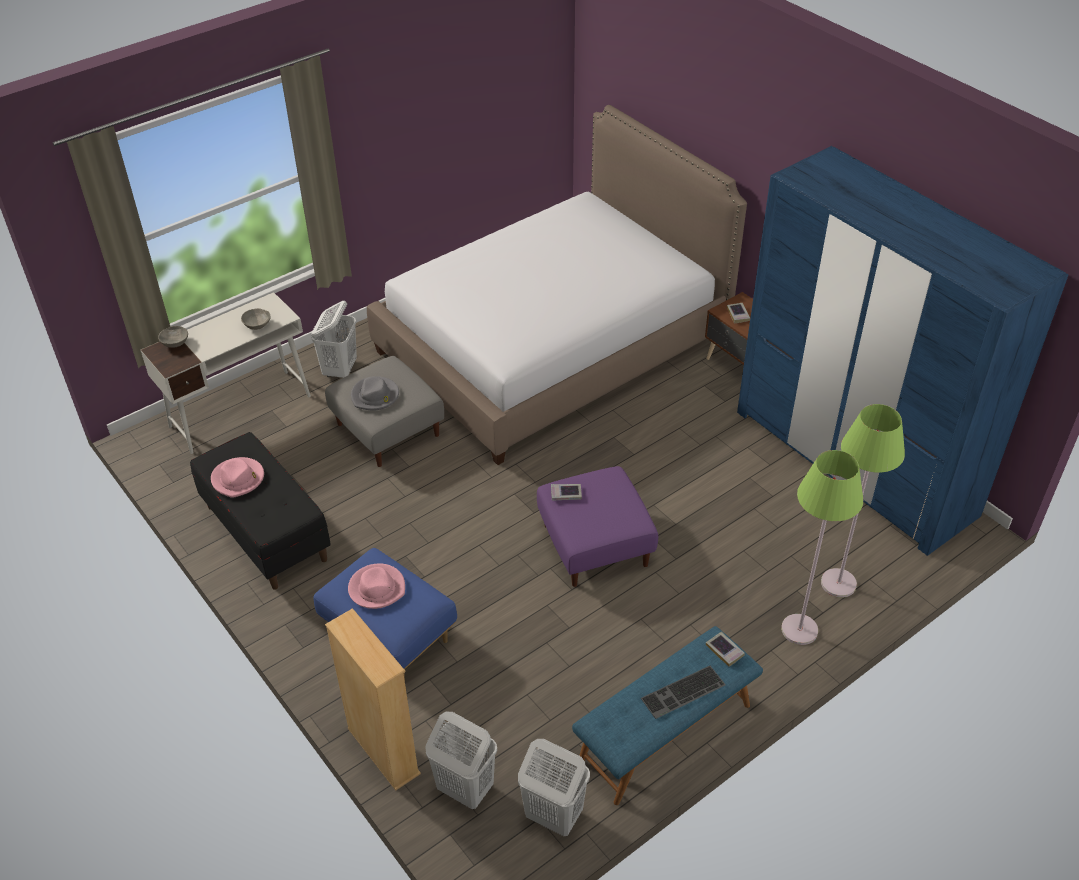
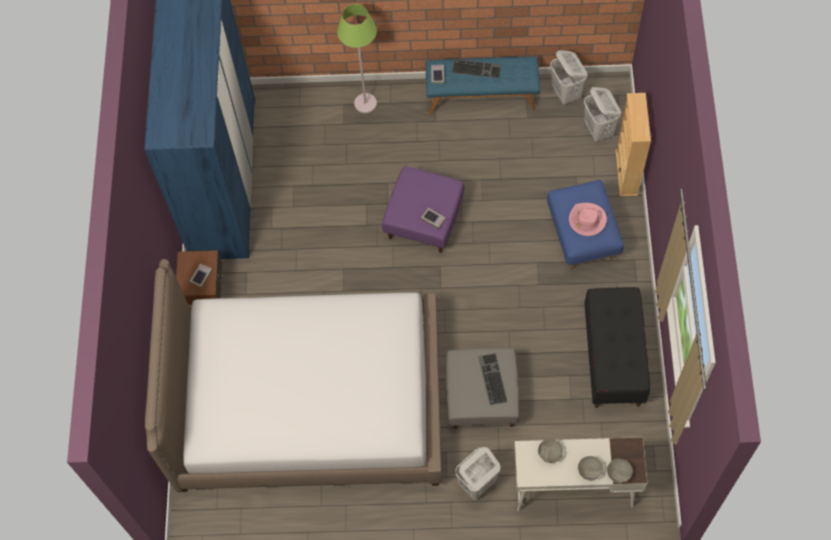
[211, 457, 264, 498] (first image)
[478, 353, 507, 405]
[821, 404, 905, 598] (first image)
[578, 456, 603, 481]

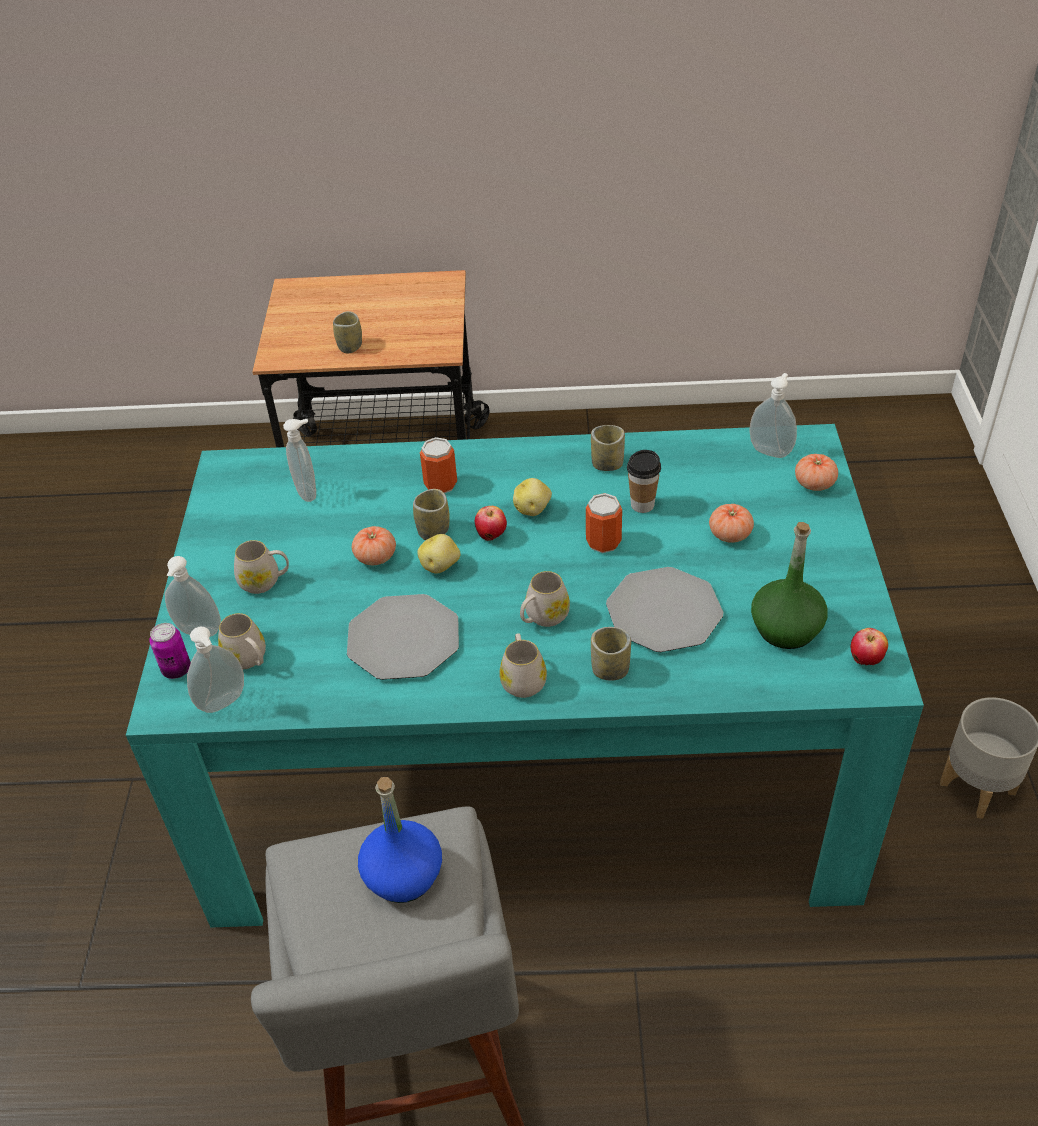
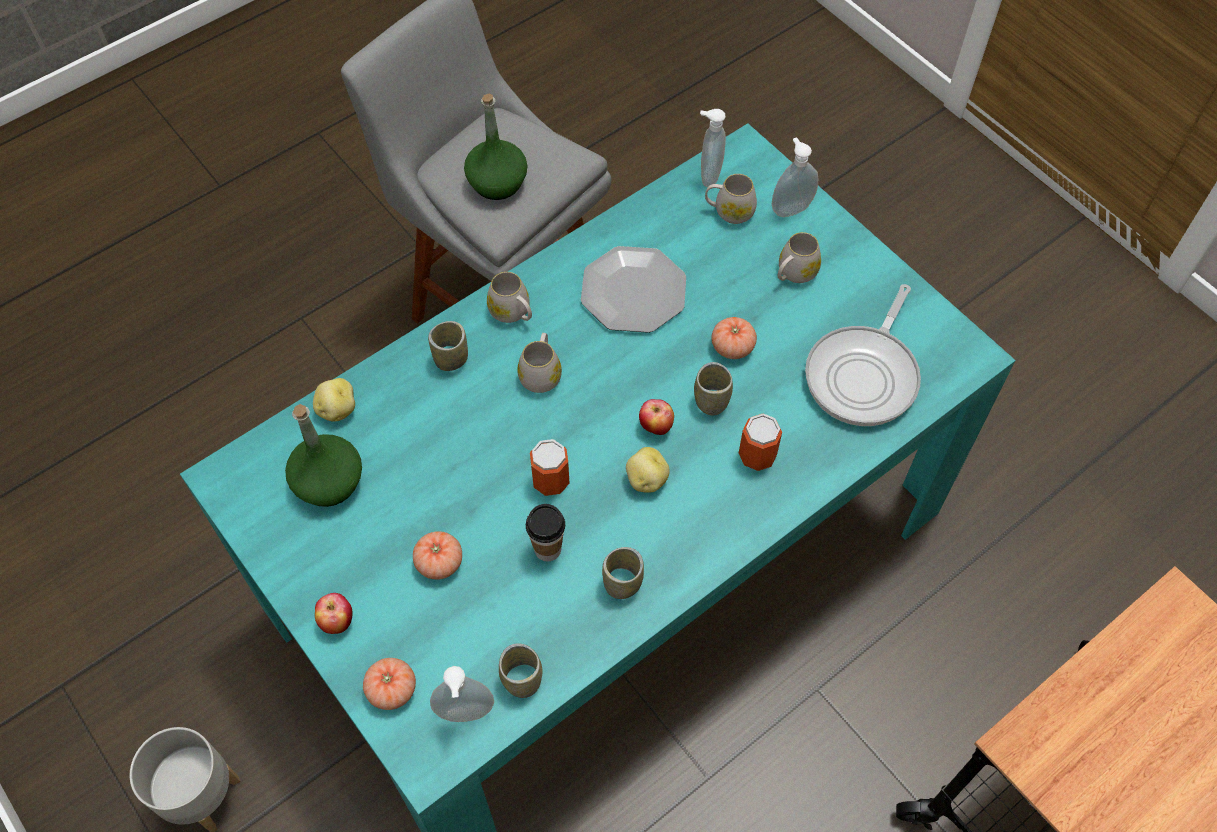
[149, 623, 191, 679] (first image)
[805, 284, 921, 426]
[499, 643, 542, 698]
[464, 94, 527, 200]
[313, 378, 355, 422]
[606, 567, 723, 652] (first image)
[315, 593, 352, 634]

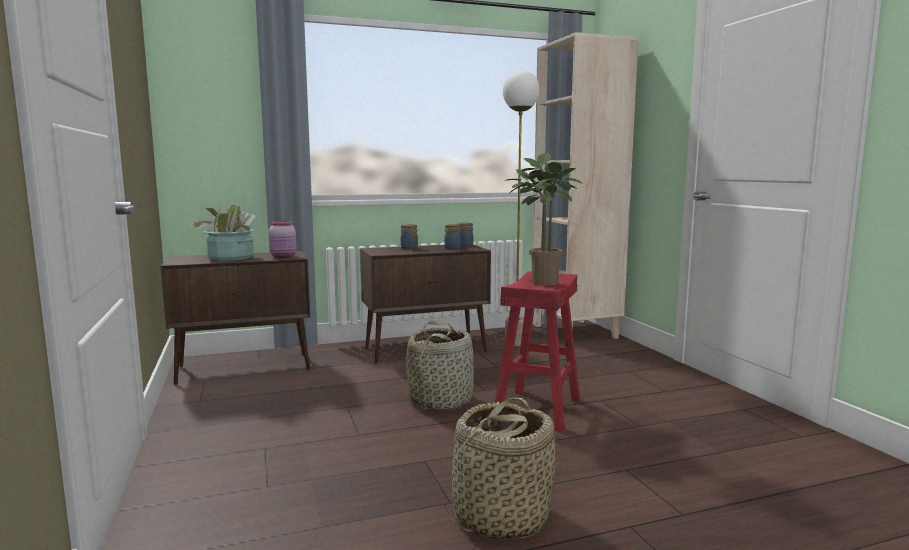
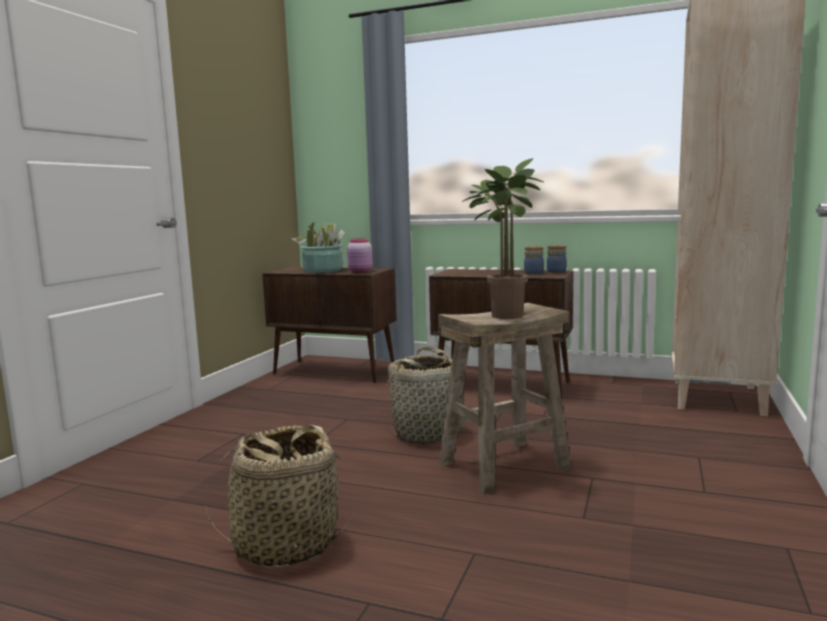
[400, 224, 418, 249] (first image)
[438, 303, 572, 495]
[503, 70, 540, 346] (first image)

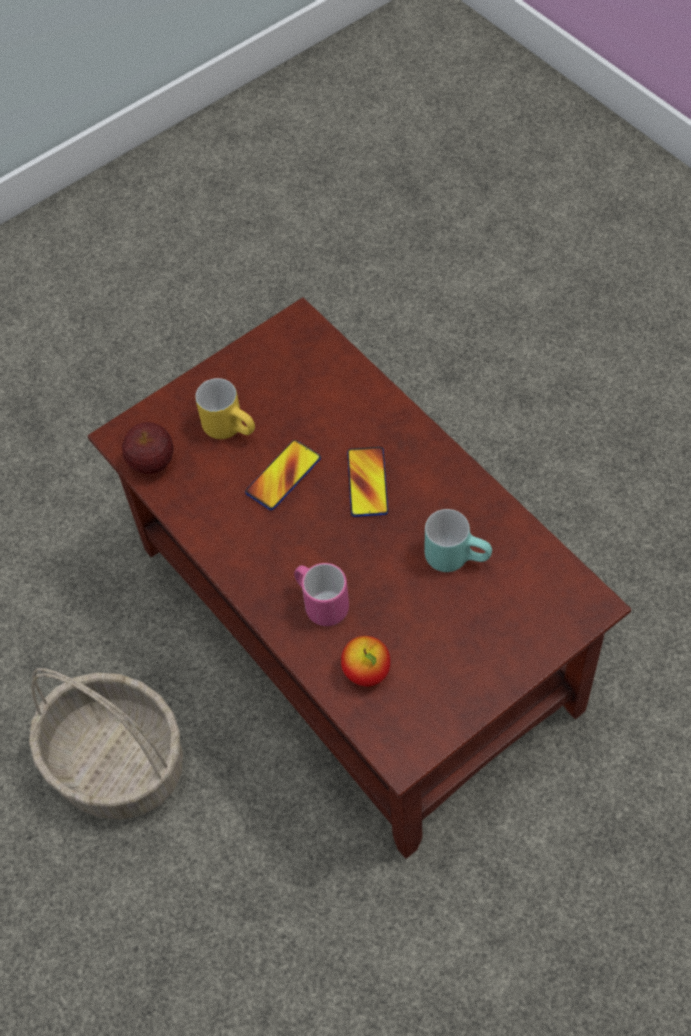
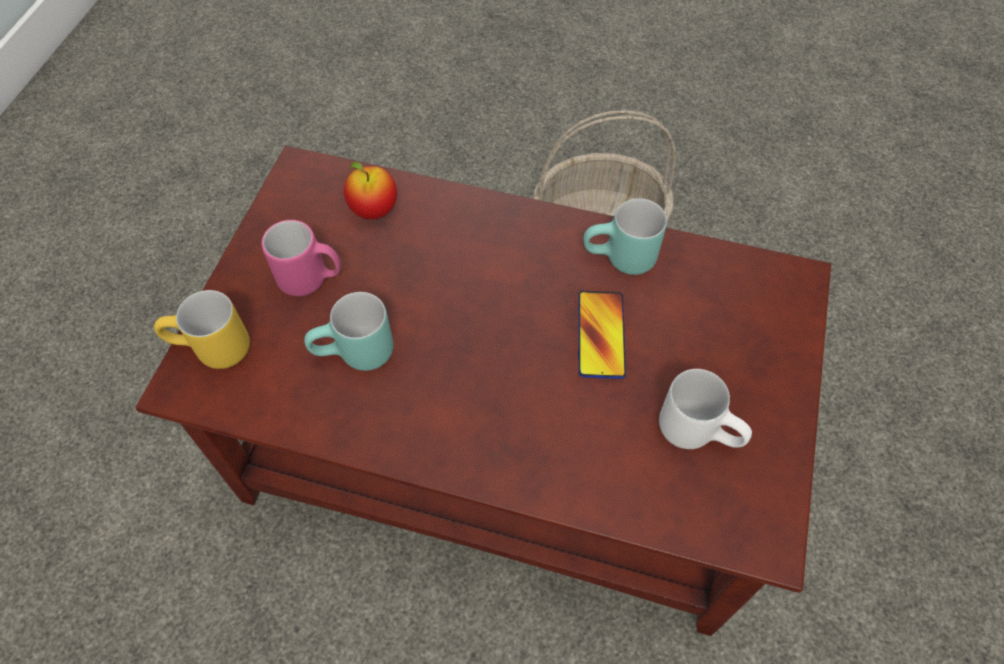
[122, 422, 173, 474] (first image)
[154, 290, 250, 369]
[261, 220, 341, 296]
[347, 447, 388, 517] (first image)
[583, 198, 667, 275]
[659, 369, 752, 449]

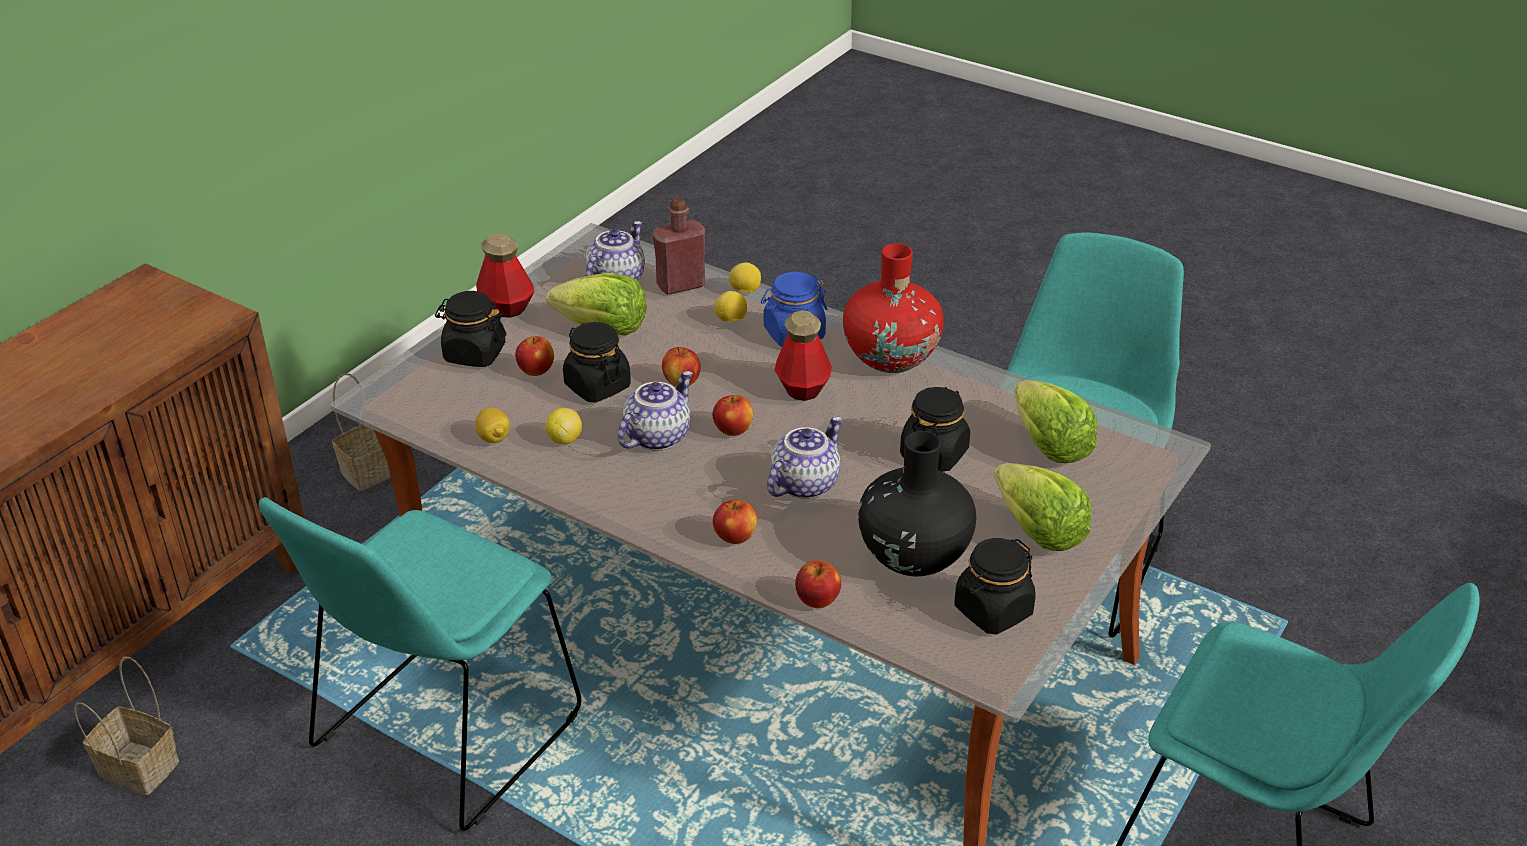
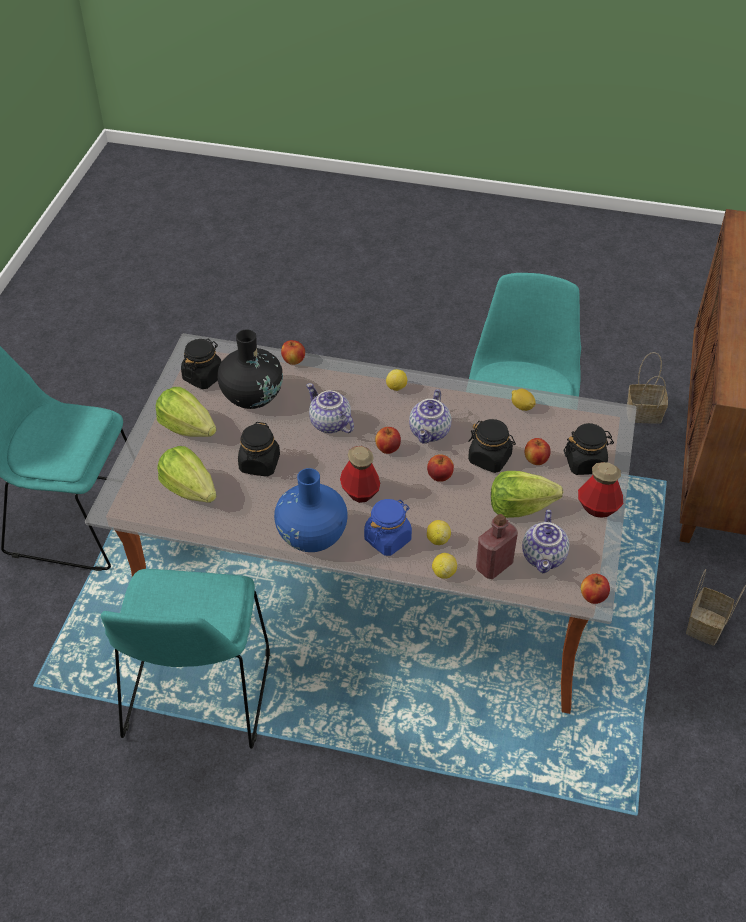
[386, 369, 407, 391]
[581, 574, 610, 604]
[306, 383, 354, 433]
[274, 468, 347, 552]

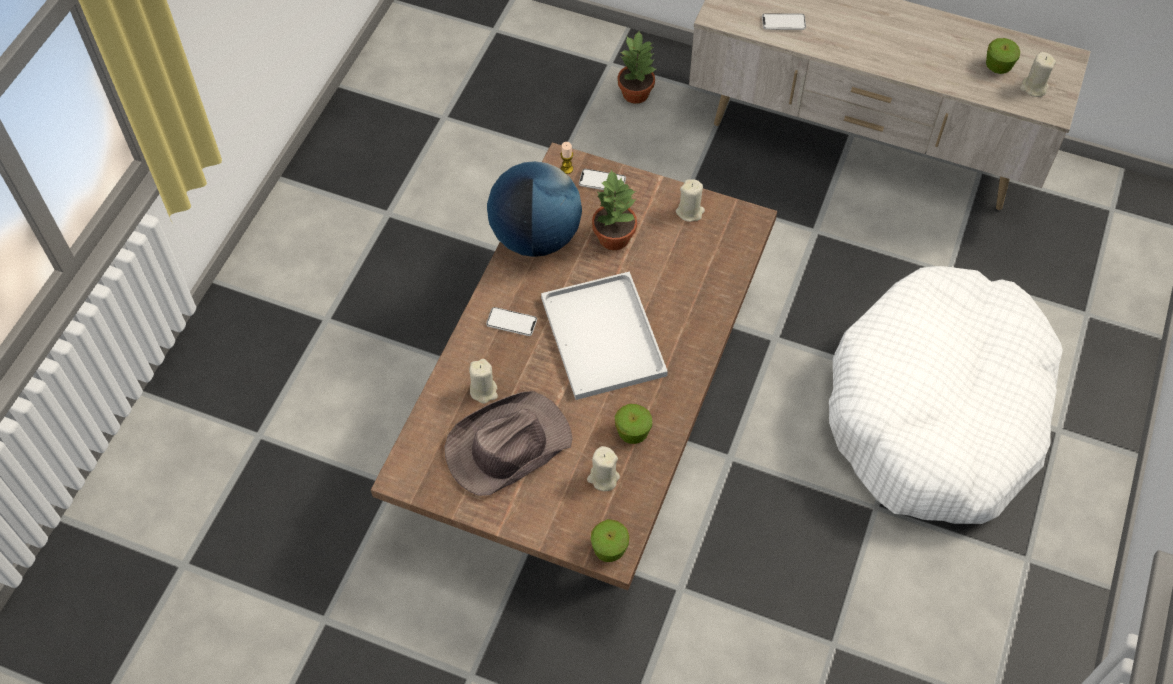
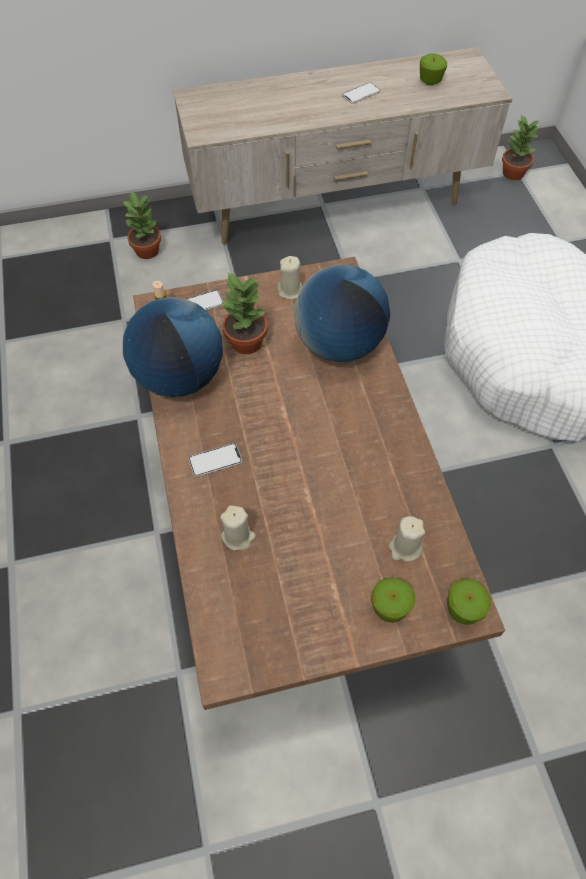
[445, 391, 573, 496] (first image)
[541, 271, 668, 400] (first image)
[371, 578, 415, 623]
[342, 82, 381, 104]
[1020, 52, 1056, 97] (first image)
[294, 265, 390, 362]
[502, 114, 540, 180]

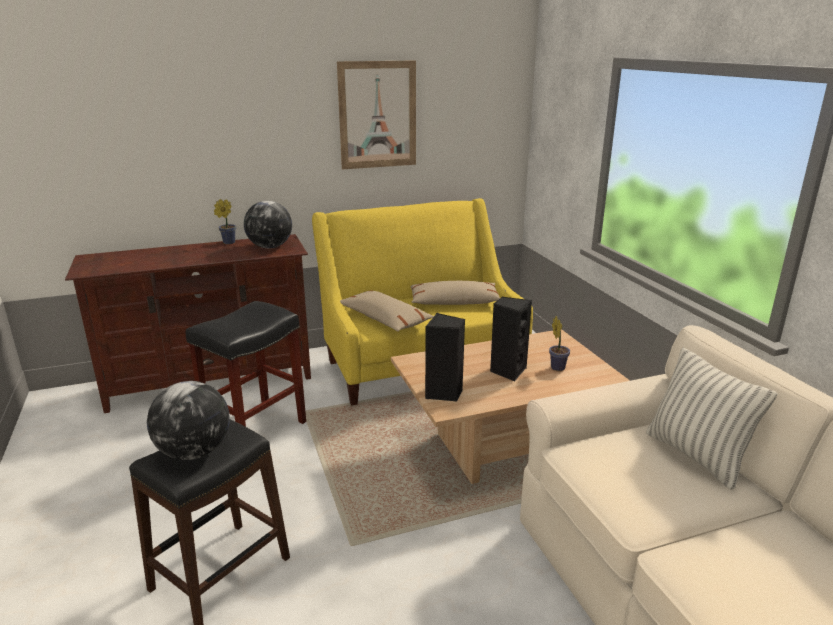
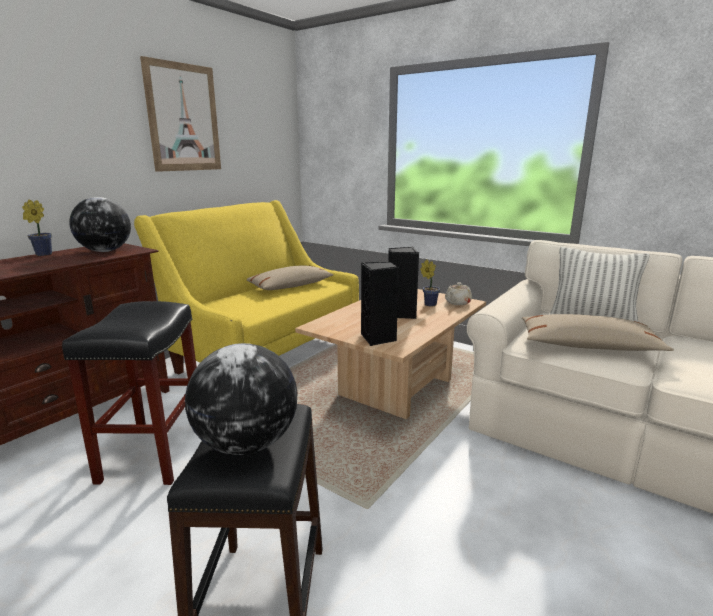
[522, 314, 674, 351]
[445, 282, 472, 305]

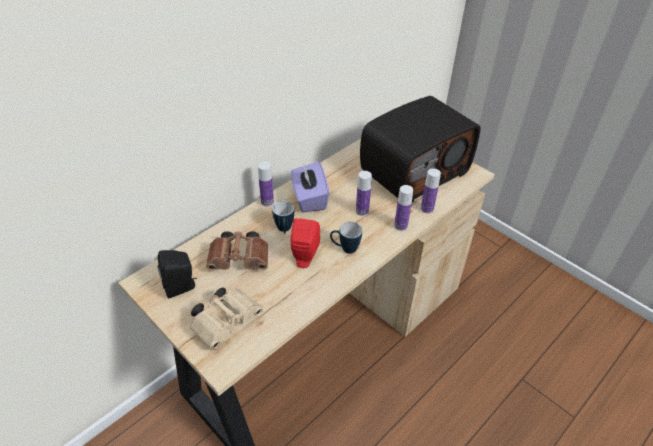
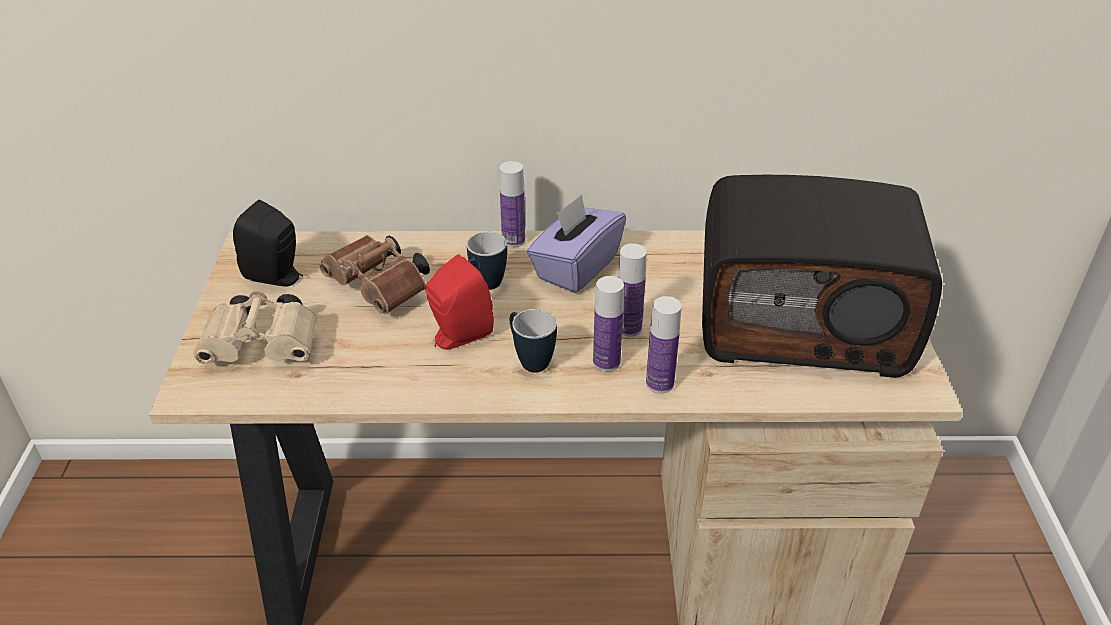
[593, 276, 624, 372]

